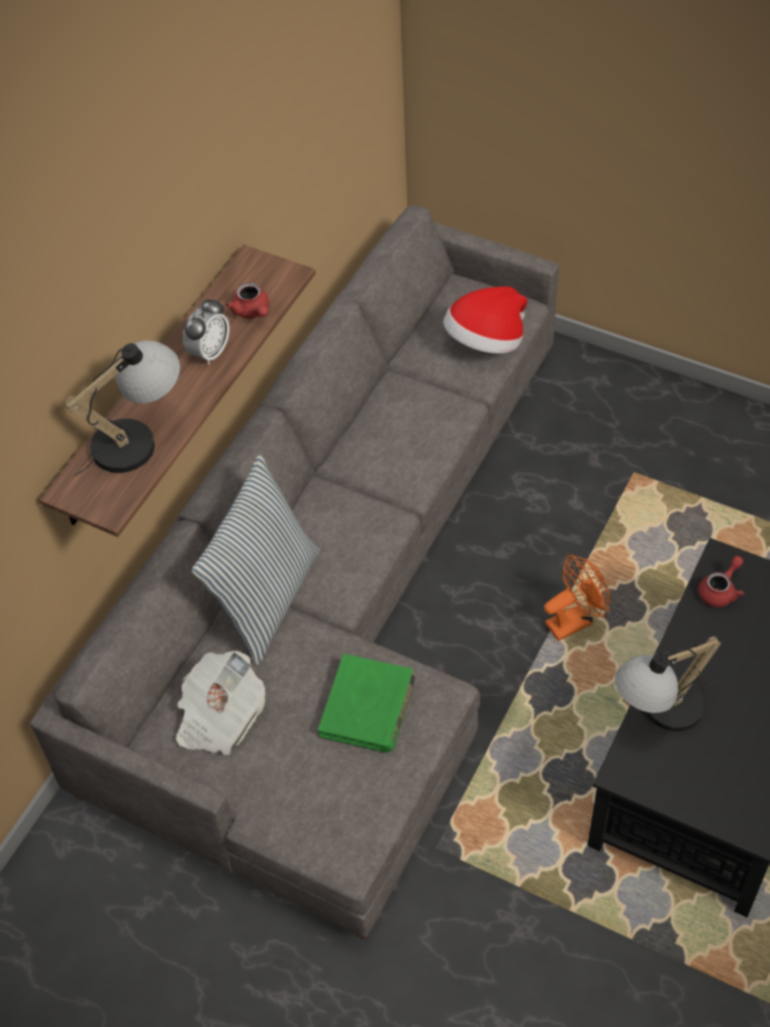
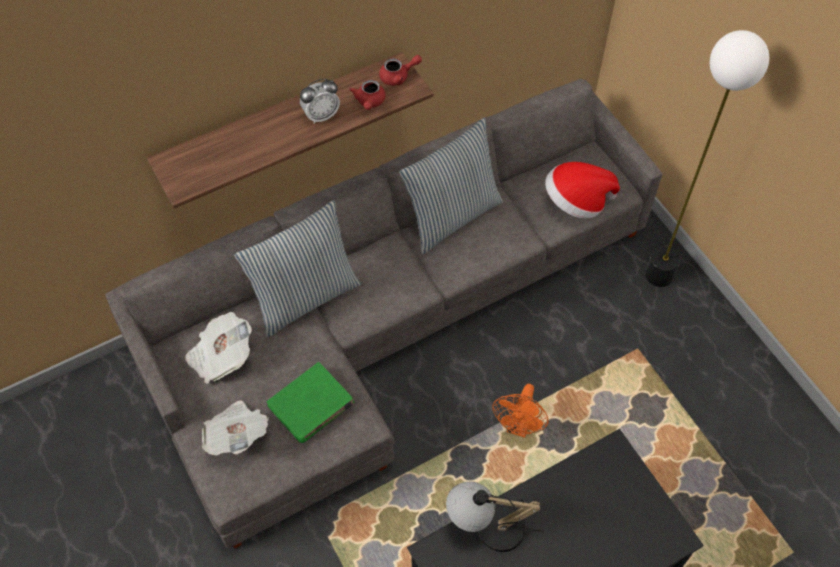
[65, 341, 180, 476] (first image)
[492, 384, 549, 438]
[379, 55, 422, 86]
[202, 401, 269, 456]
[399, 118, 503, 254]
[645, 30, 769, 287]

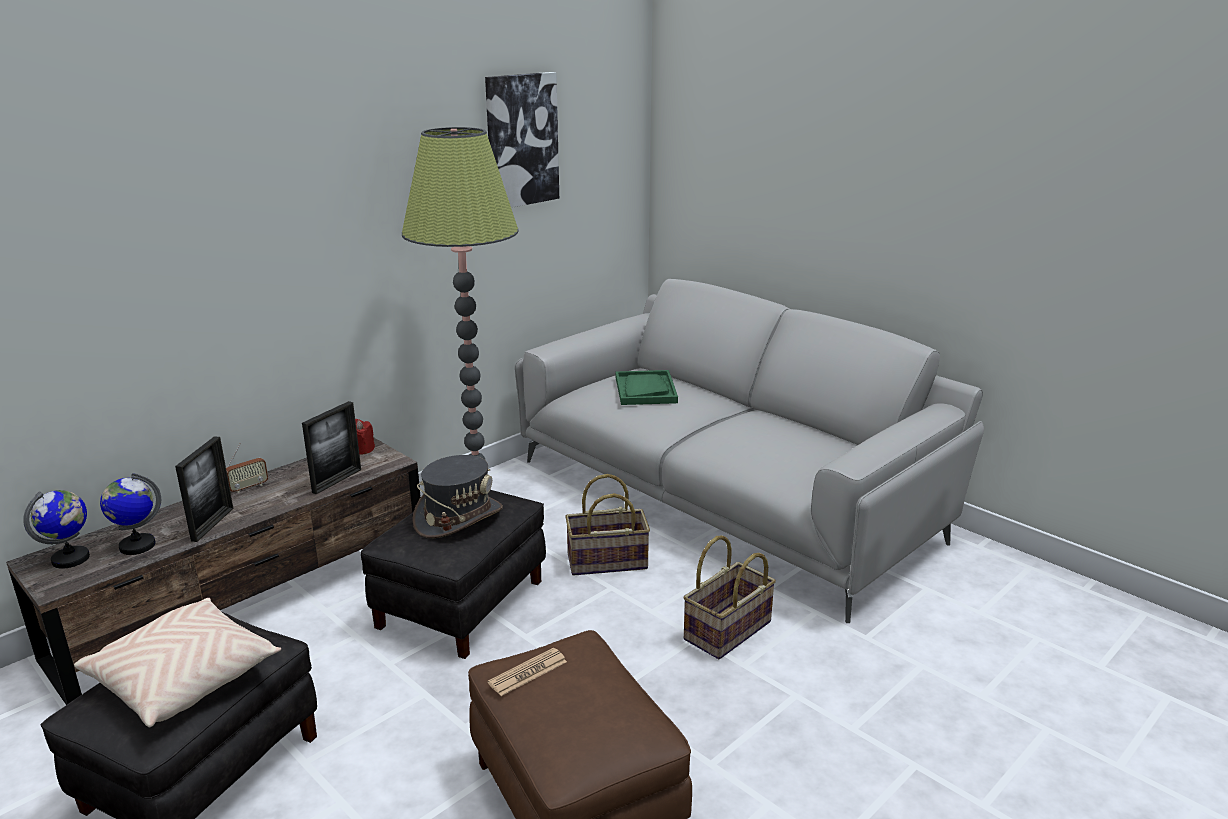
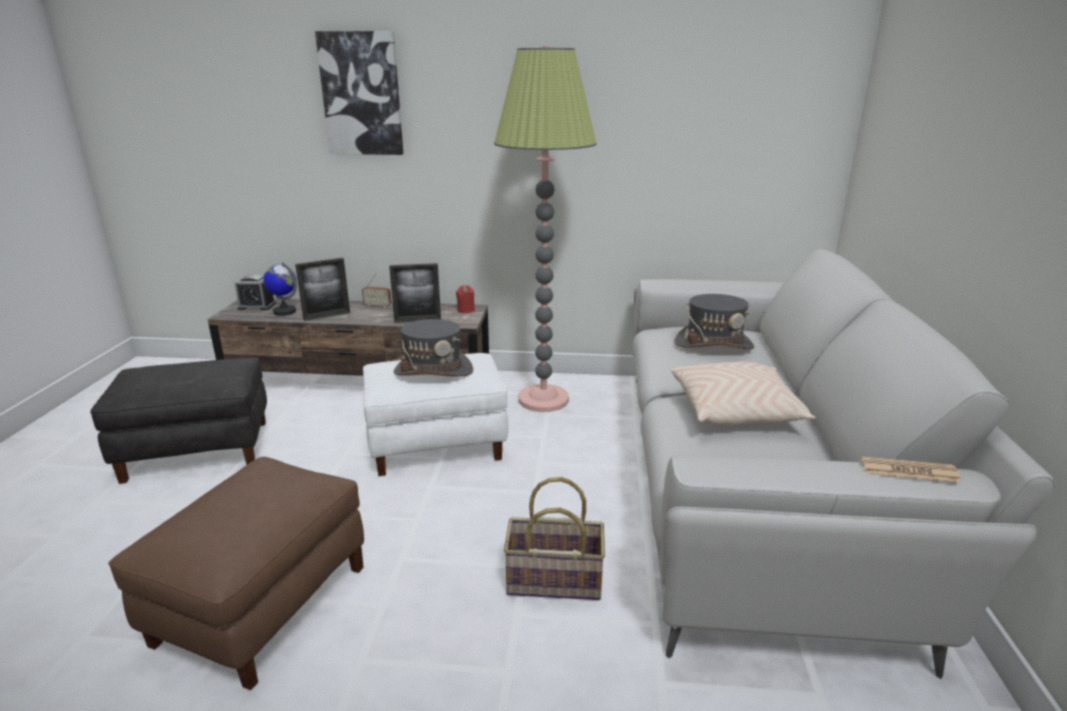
[234, 275, 276, 310]
[671, 362, 816, 426]
[363, 353, 508, 476]
[315, 31, 403, 155]
[860, 456, 961, 482]
[565, 474, 650, 576] (first image)
[675, 294, 754, 349]

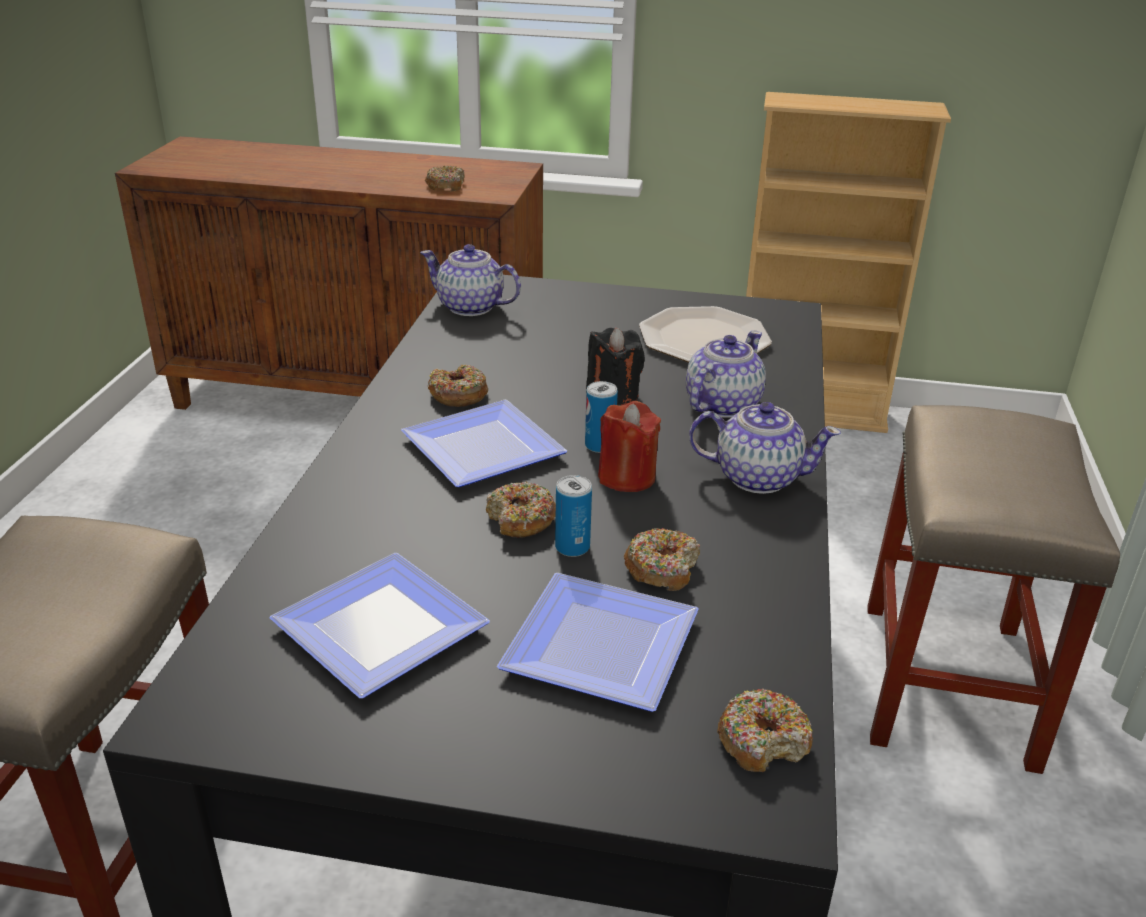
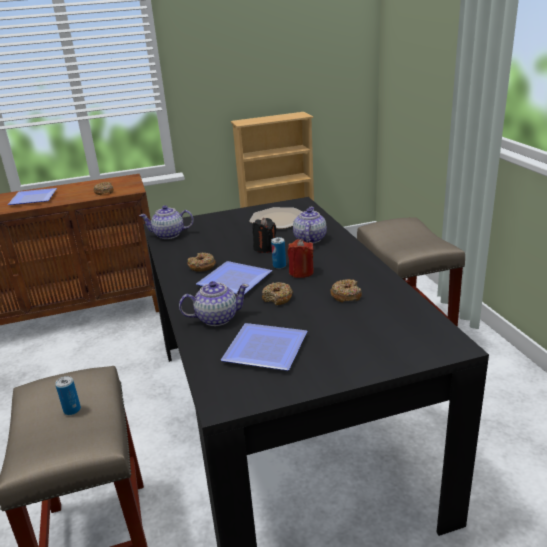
[8, 188, 57, 205]
[55, 376, 81, 415]
[179, 281, 249, 326]
[717, 688, 813, 772] (first image)

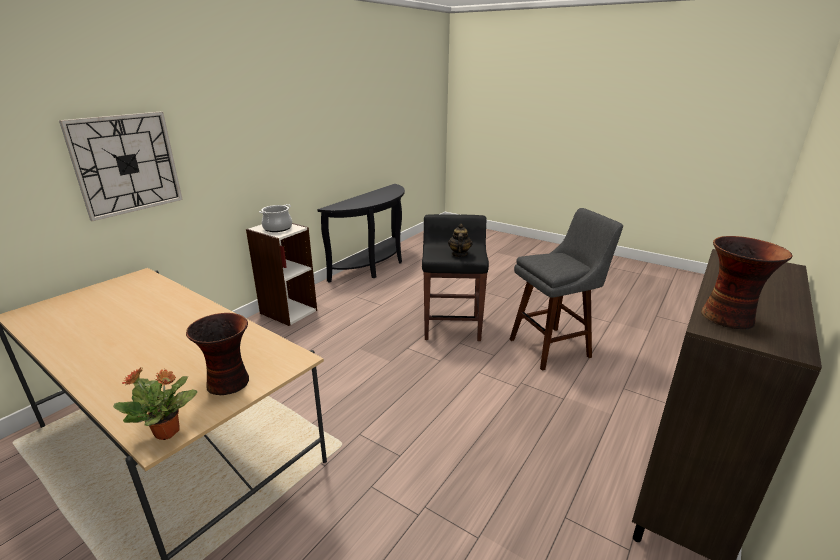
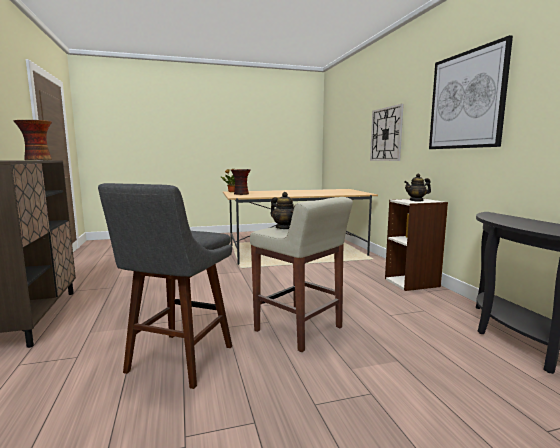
[404, 174, 431, 201]
[250, 197, 353, 352]
[429, 35, 513, 149]

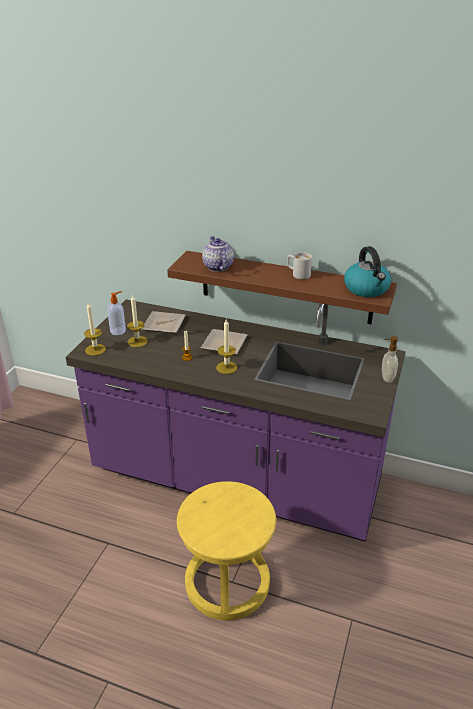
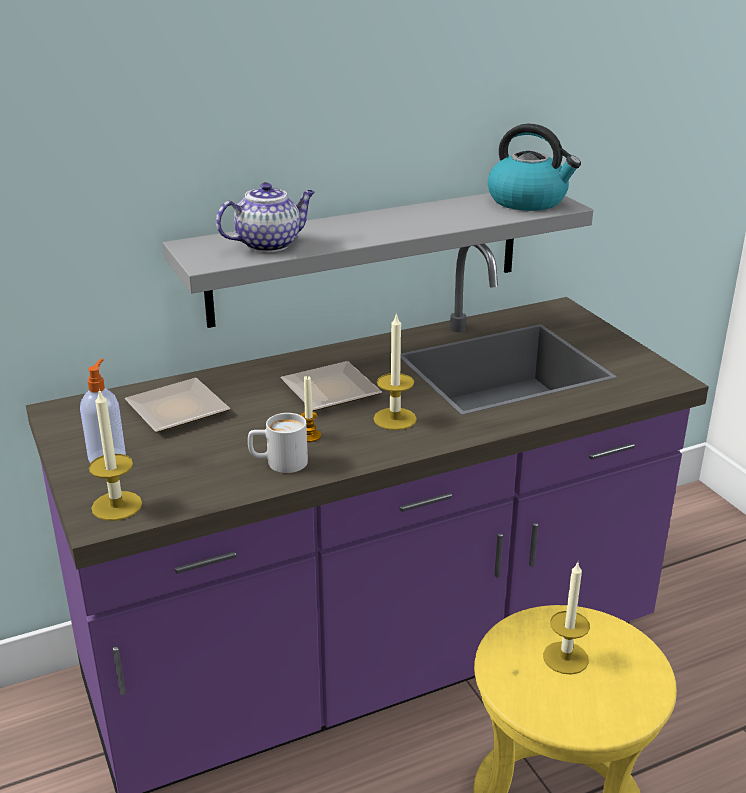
[543, 562, 590, 675]
[163, 193, 593, 328]
[216, 182, 315, 252]
[248, 413, 308, 473]
[382, 336, 398, 383] (first image)

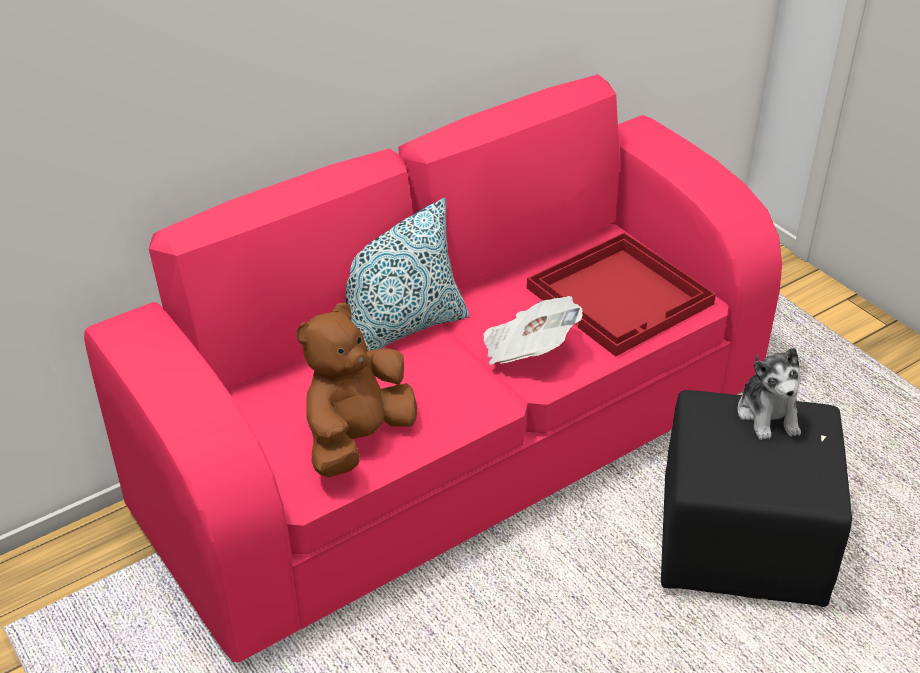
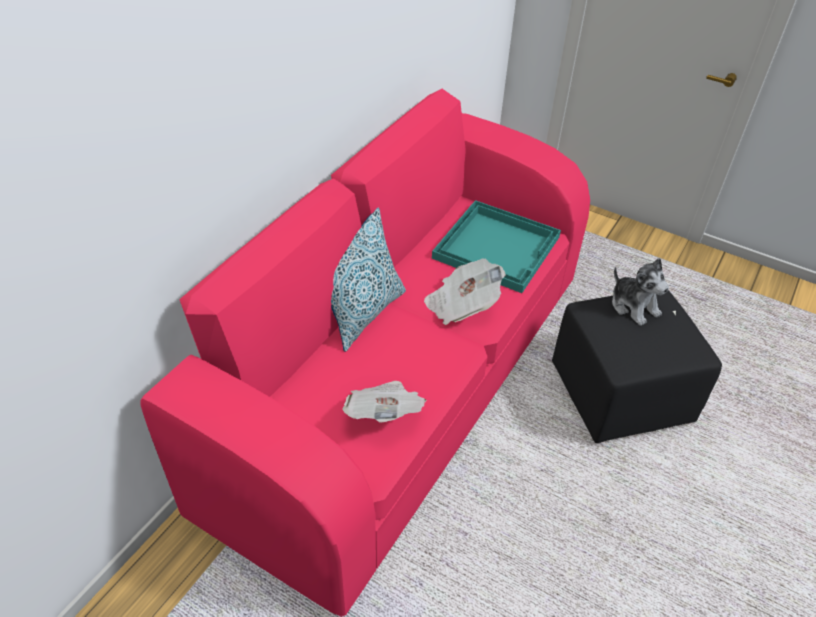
[342, 381, 427, 423]
[432, 200, 561, 293]

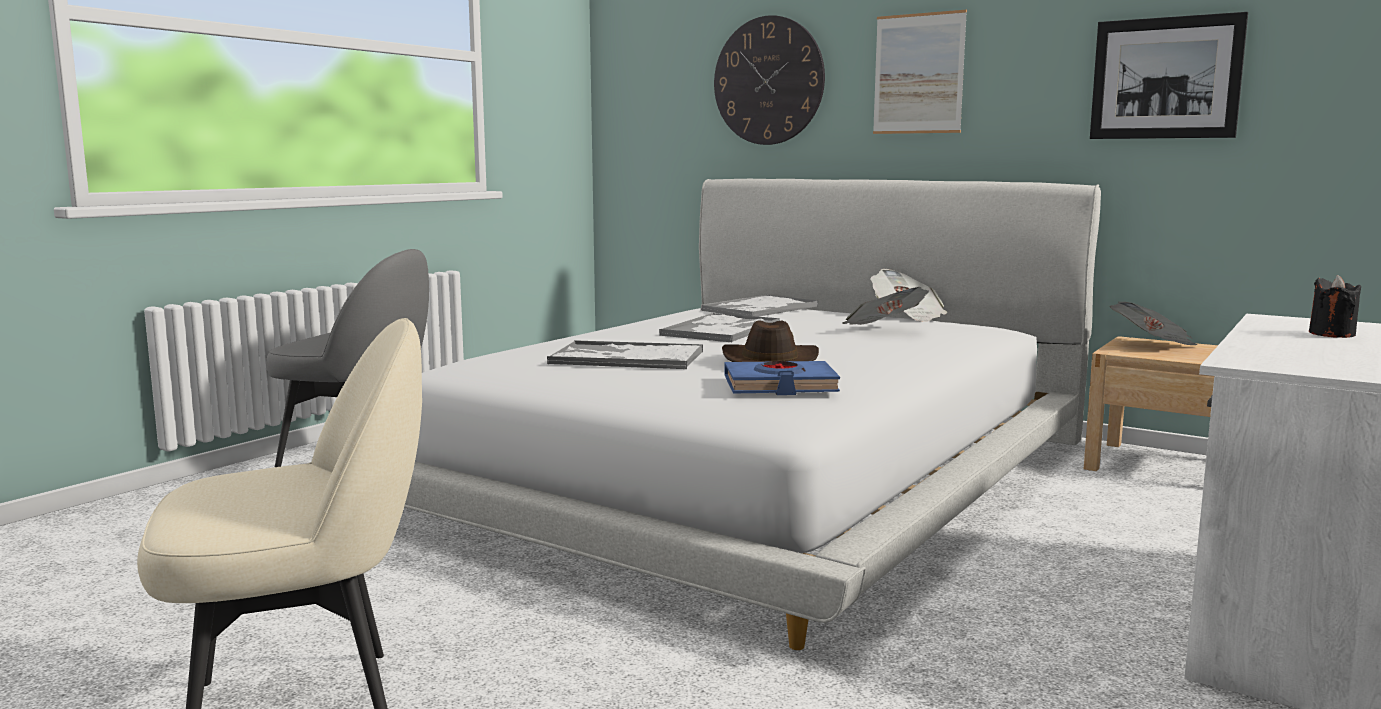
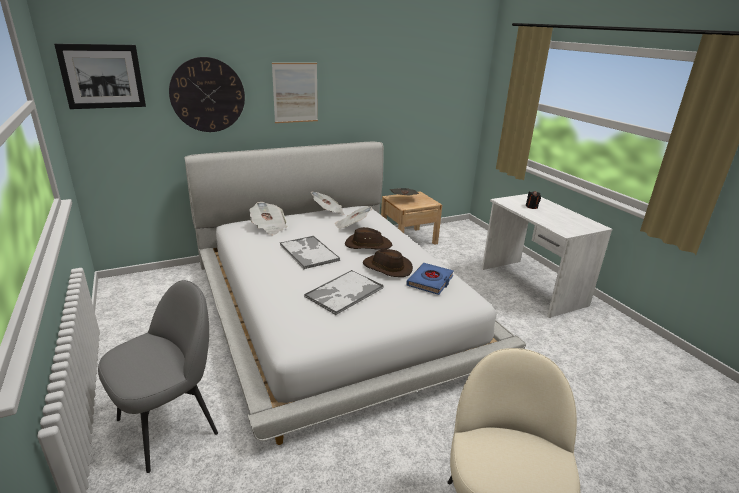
[249, 202, 288, 235]
[54, 44, 146, 109]
[345, 227, 392, 250]

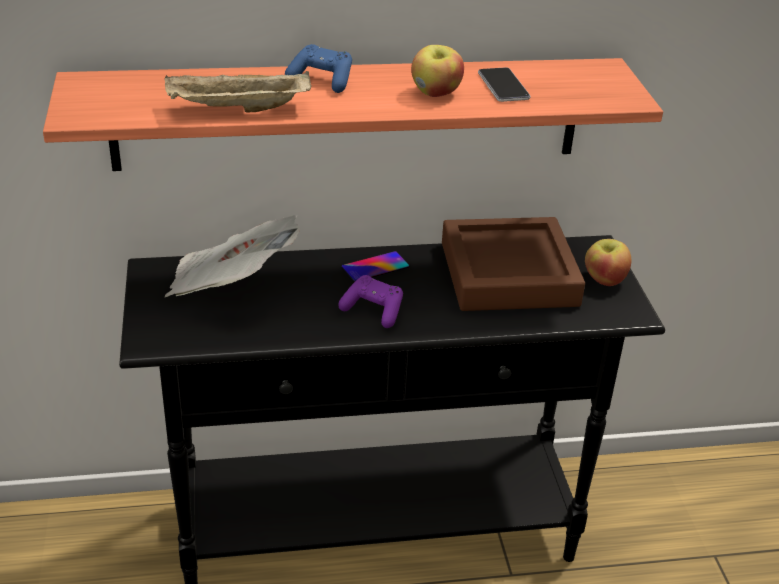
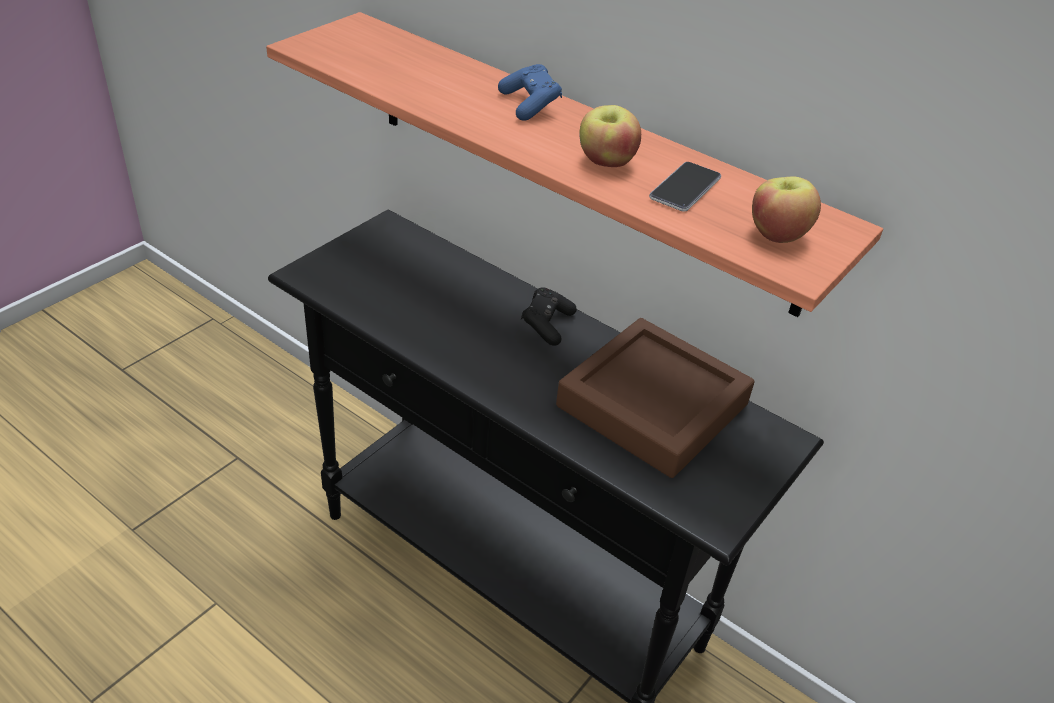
[165, 71, 311, 113] (first image)
[165, 215, 300, 297] (first image)
[338, 275, 403, 328] (first image)
[521, 287, 577, 346]
[752, 176, 821, 243]

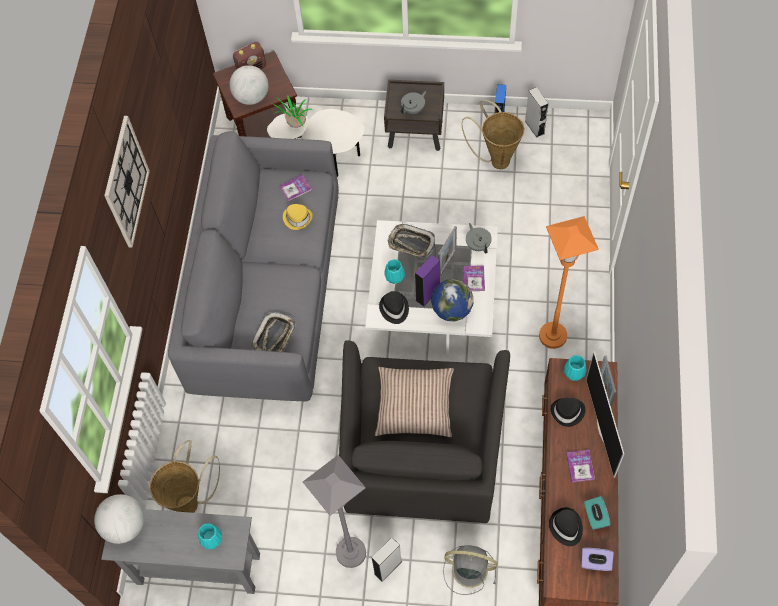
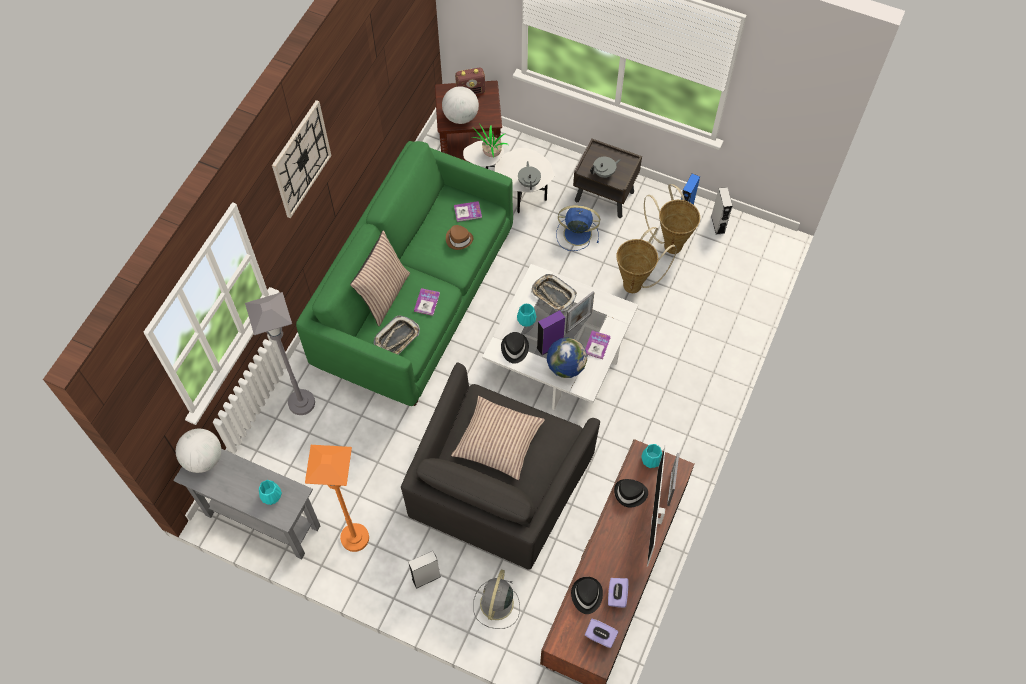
[616, 227, 677, 293]
[296, 141, 513, 406]
[446, 225, 474, 250]
[245, 292, 315, 415]
[473, 569, 520, 629]
[518, 161, 541, 190]
[305, 445, 369, 552]
[414, 288, 440, 316]
[608, 578, 629, 608]
[350, 230, 410, 326]
[556, 205, 600, 251]

